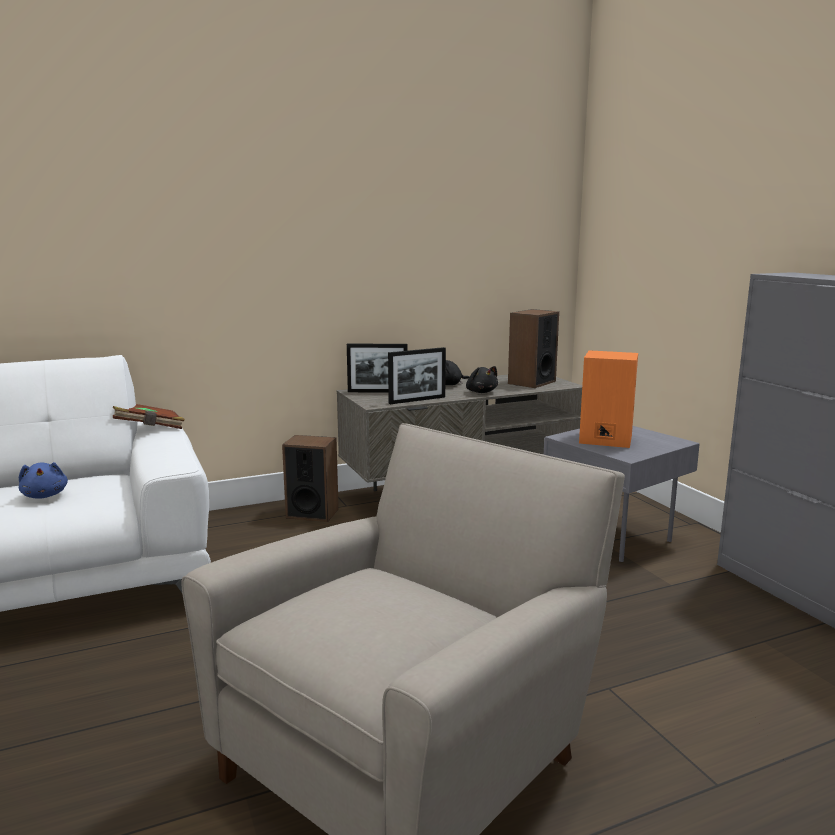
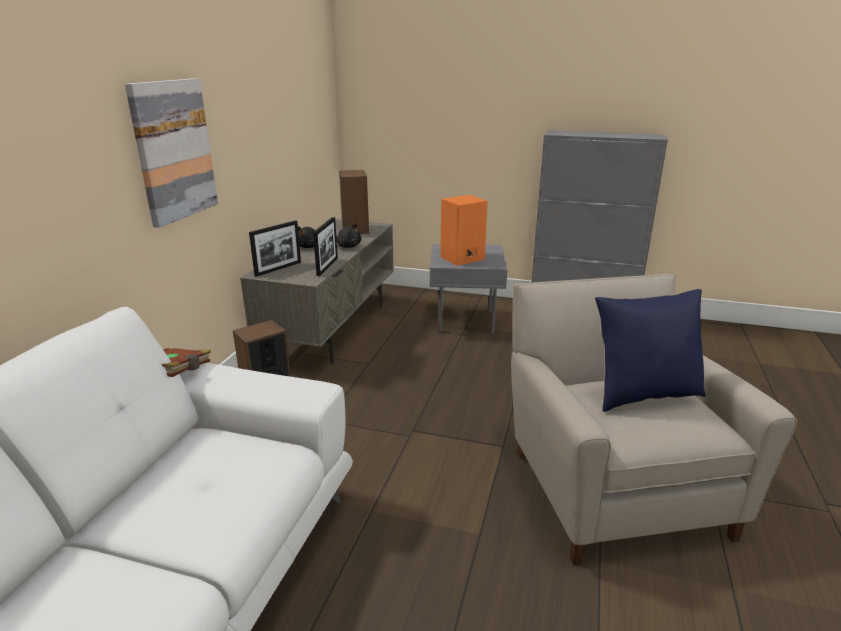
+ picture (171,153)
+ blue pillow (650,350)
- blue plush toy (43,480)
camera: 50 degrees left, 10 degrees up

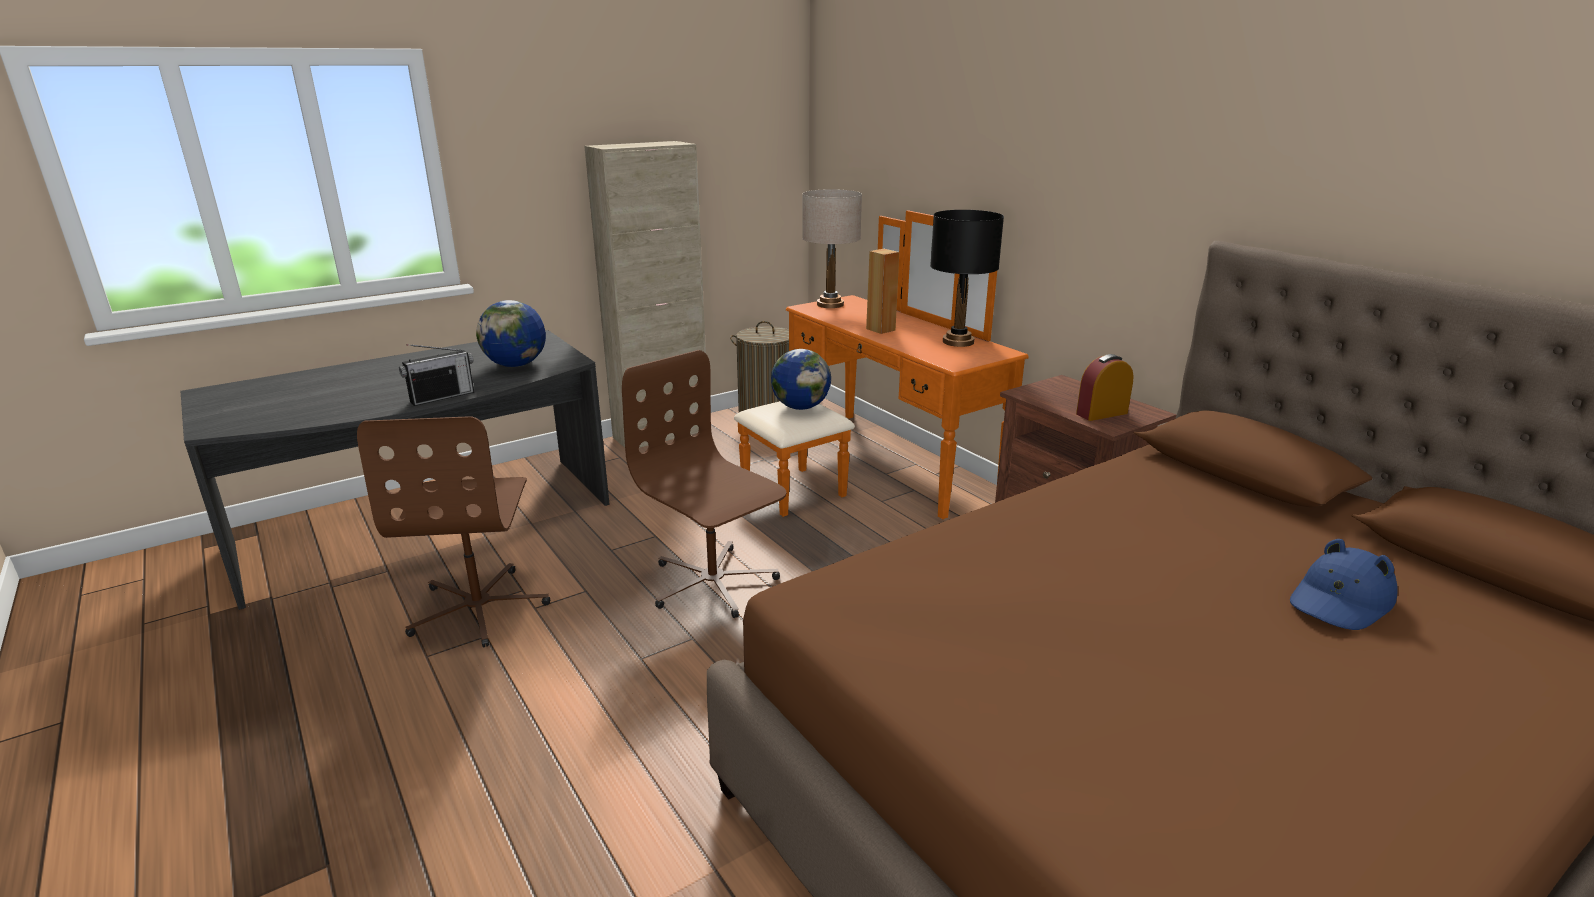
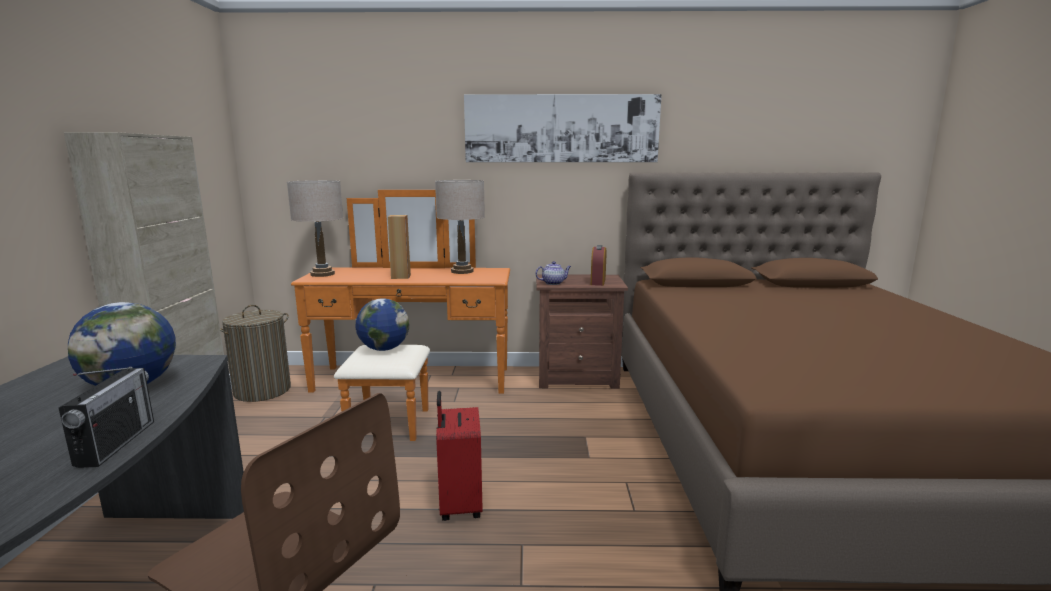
~ black table lamp (967,278) to beige table lamp (460,227)
~ brown office chair (704,484) to red suitcase (459,456)
+ picture (563,128)
+ teapot (553,273)
- blue hat (1344,584)
camera: 55 degrees left, 10 degrees down

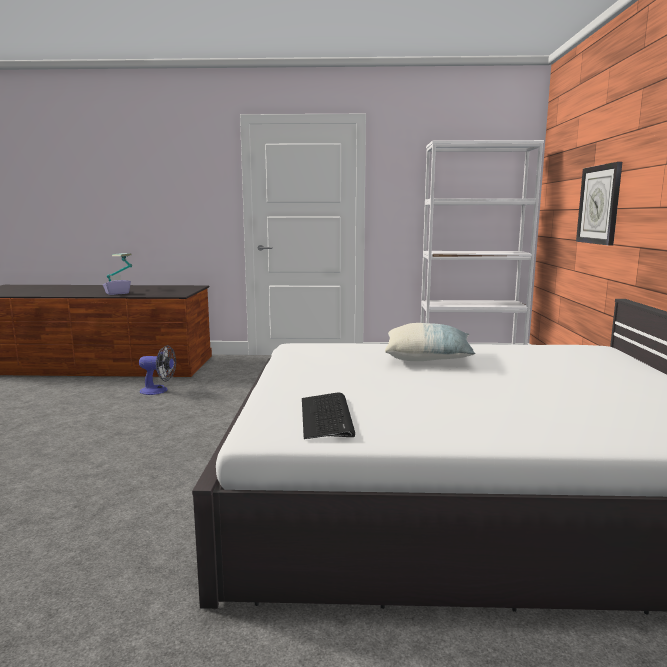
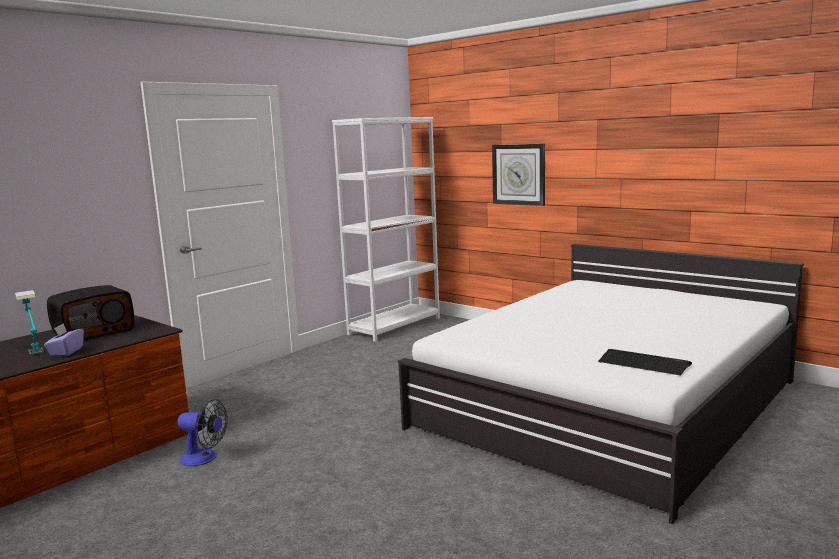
+ radio (90,312)
~ fan (157,370) = (202,432) 60 degrees clockwise
- pillow (430,342)
camera: 50 degrees left, 0 degrees up

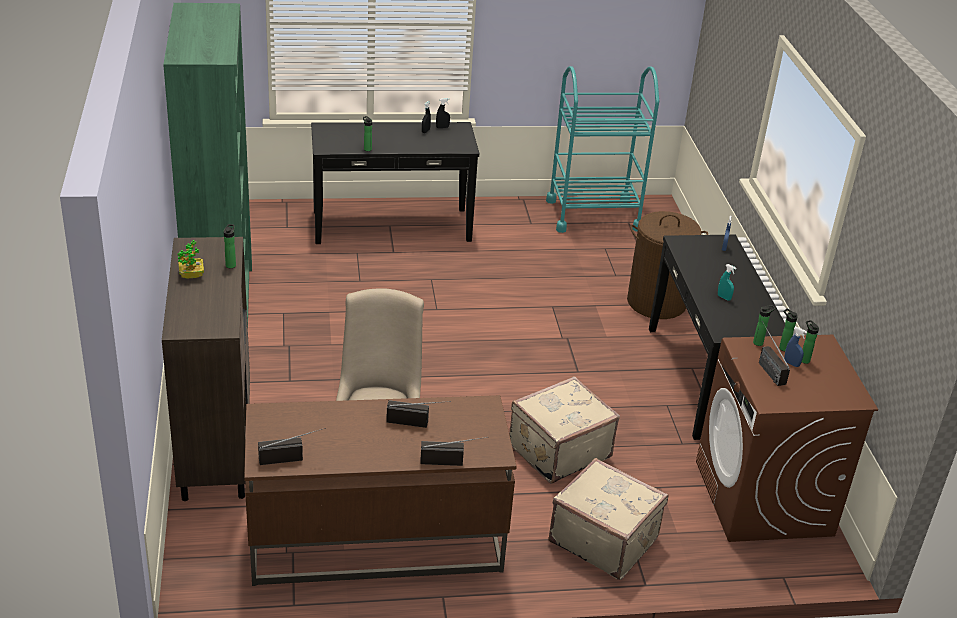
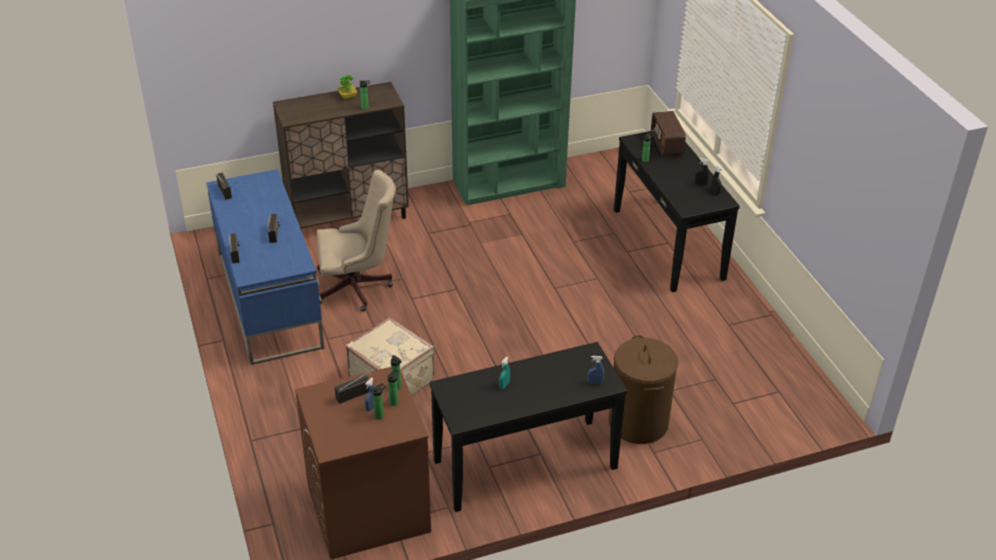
~ brown desk (380,490) to blue desk (265,267)
+ radio (668,133)
- turquoise cart (602,149)
- beige suitcase (608,519)
camera: 80 degrees right, 5 degrees up

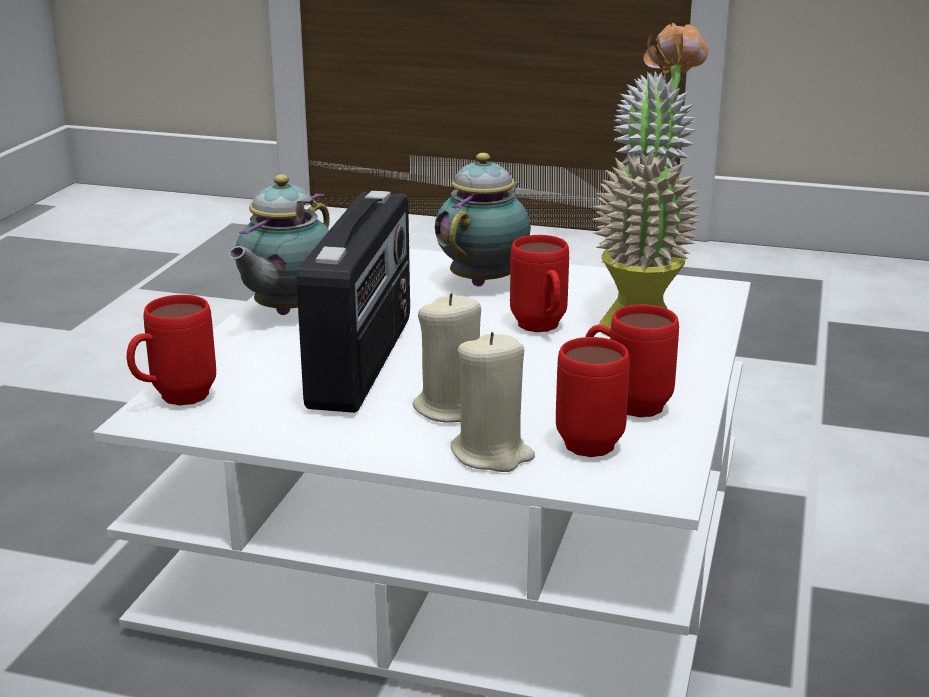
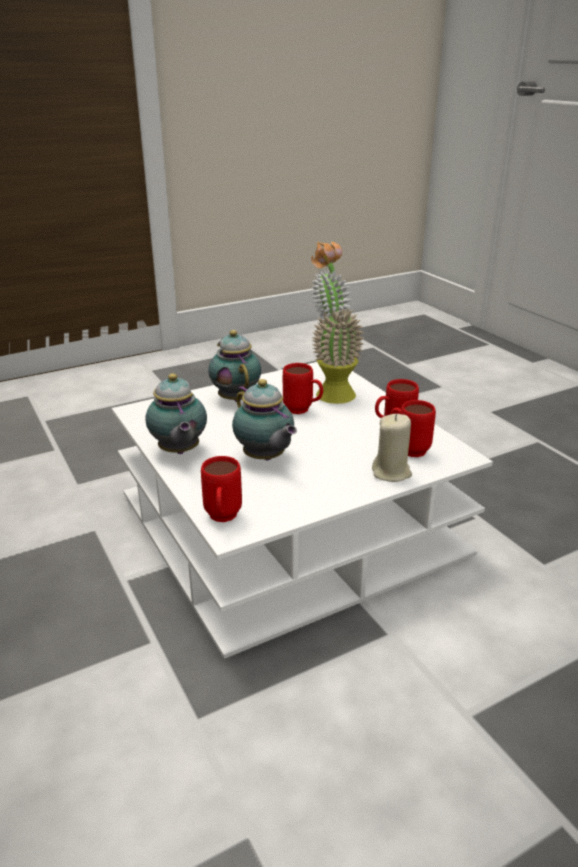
~ radio (353,302) to teapot (264,419)
- beige candle (447,358)
camera: 45 degrees left, 5 degrees up

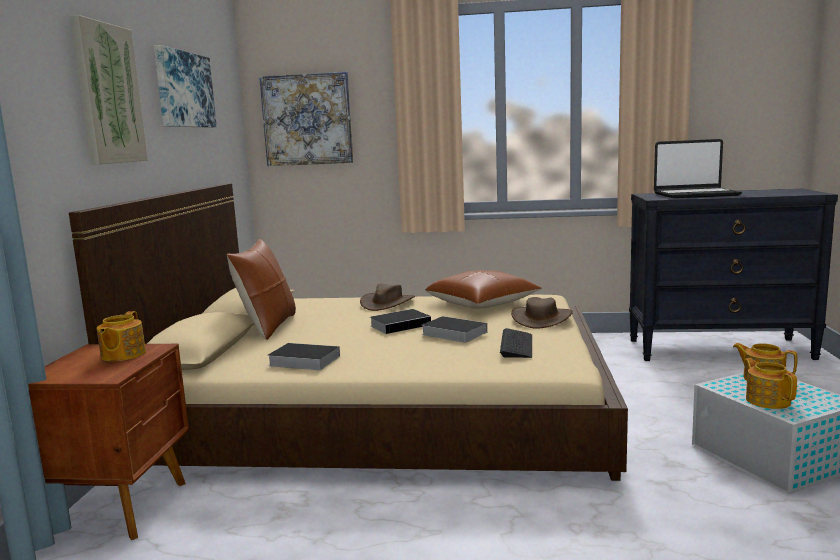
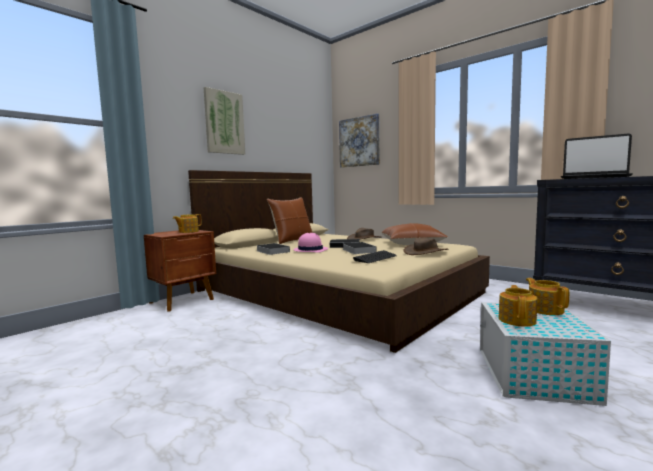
+ pink hat (310,243)
- picture (185,86)
camera: 35 degrees right, 5 degrees down

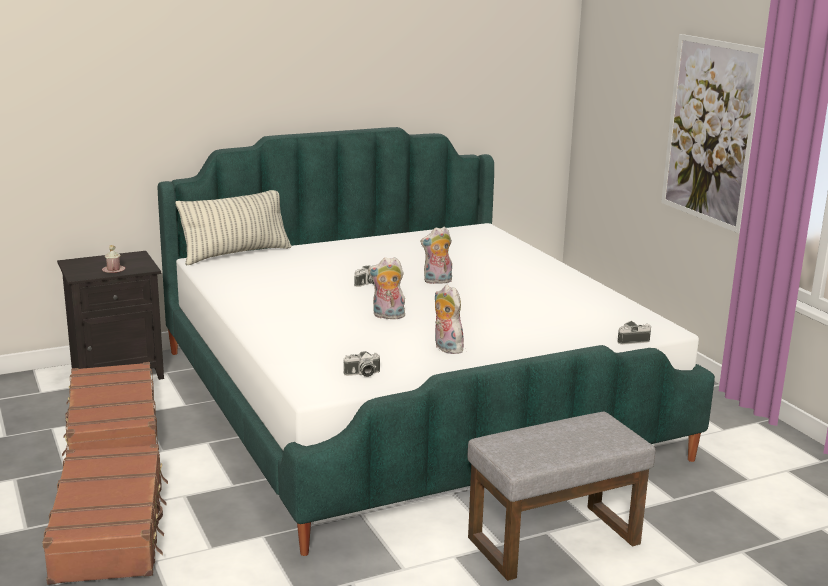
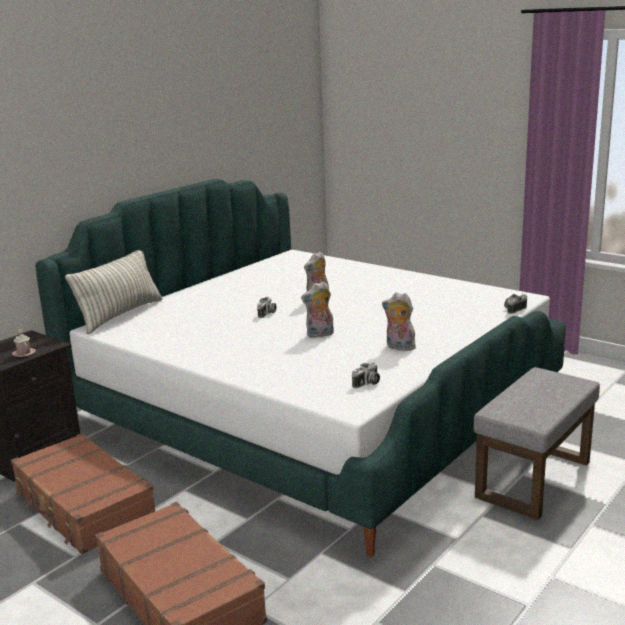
- picture (712,133)
camera: 25 degrees left, 0 degrees up

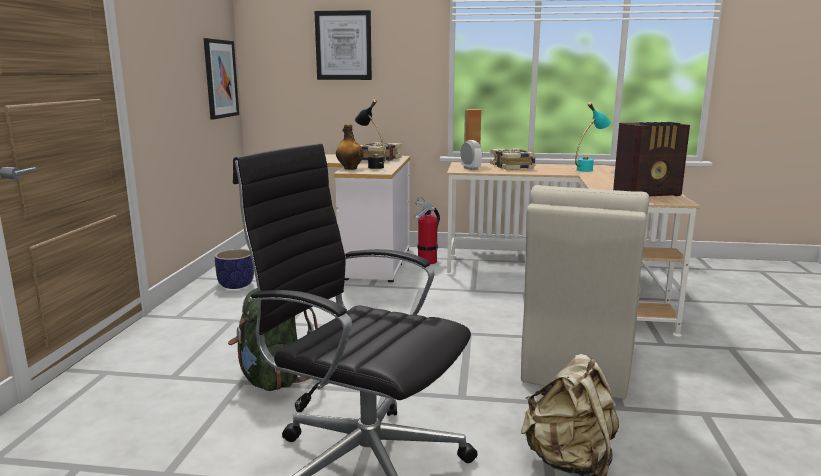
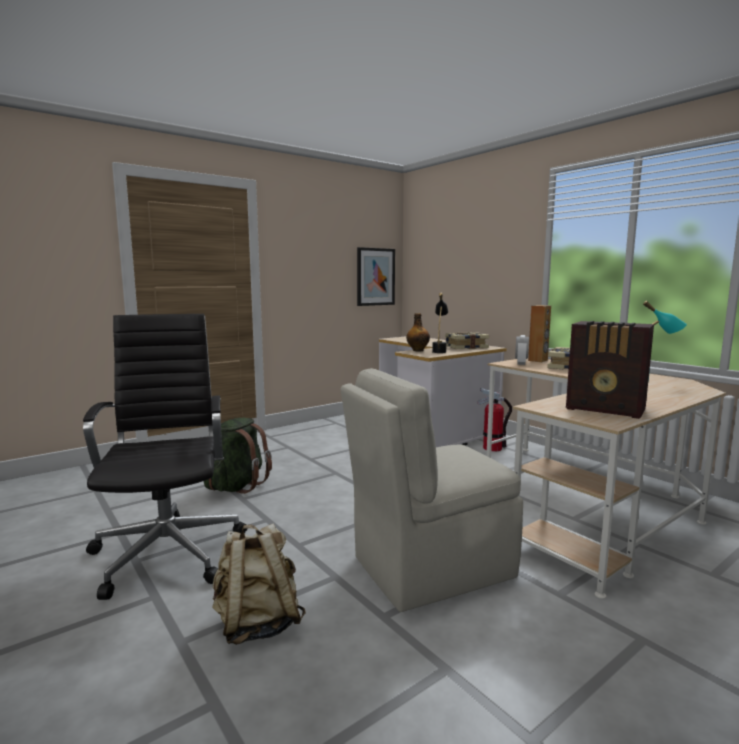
- planter (234,269)
- picture (343,45)
camera: 45 degrees right, 5 degrees down

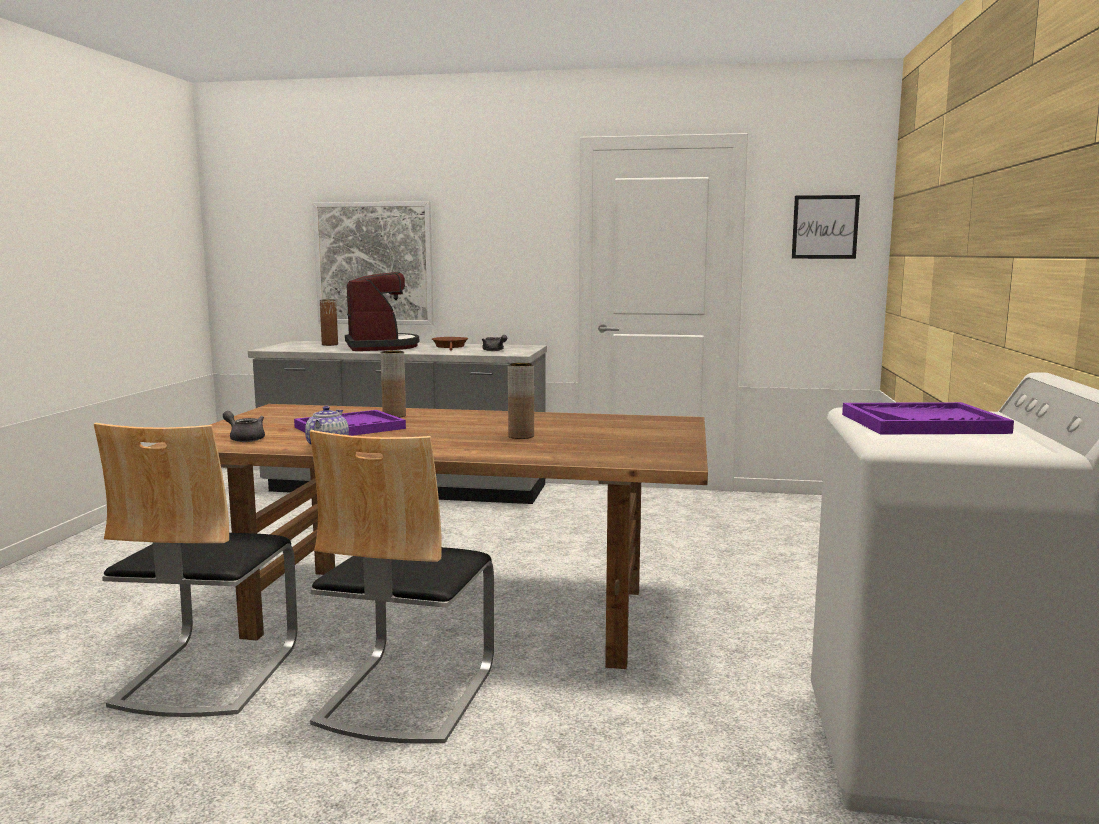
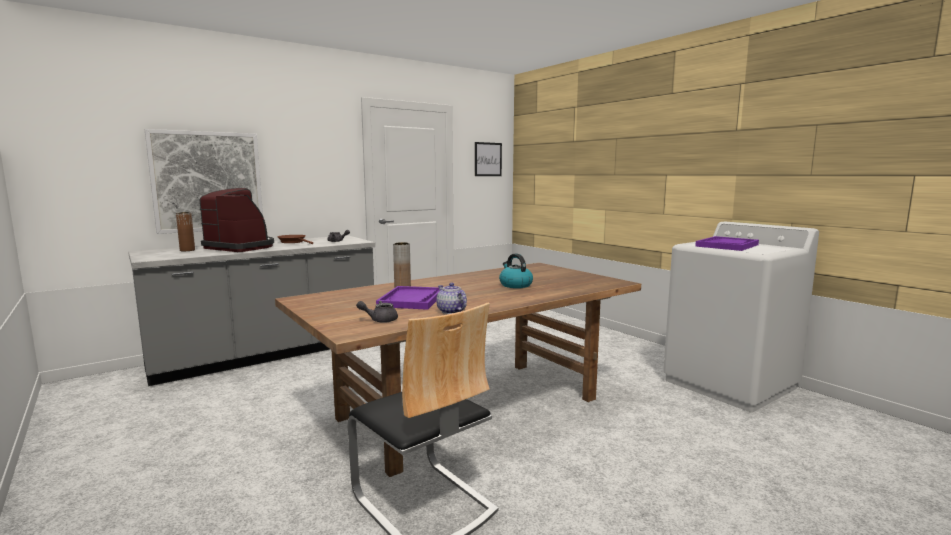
~ brown vase (521,401) to kettle (516,271)
- chair (401,586)
camera: 45 degrees left, 0 degrees up

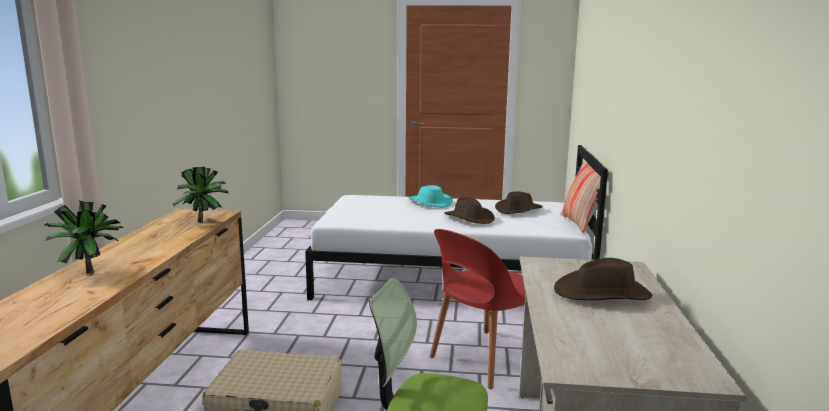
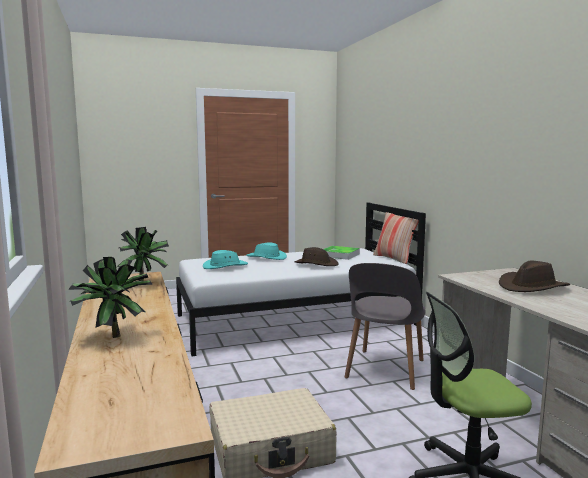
+ turquoise hat (225,259)
~ brown hat (519,202) to tray (341,253)
~ red chair (477,309) to grey chair (385,326)
camera: 25 degrees left, 5 degrees down

